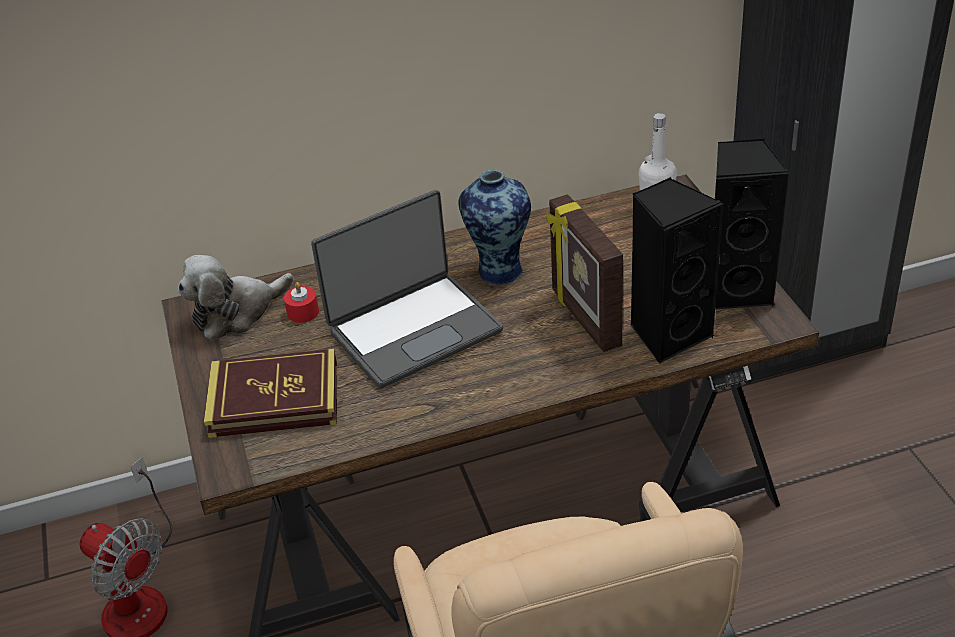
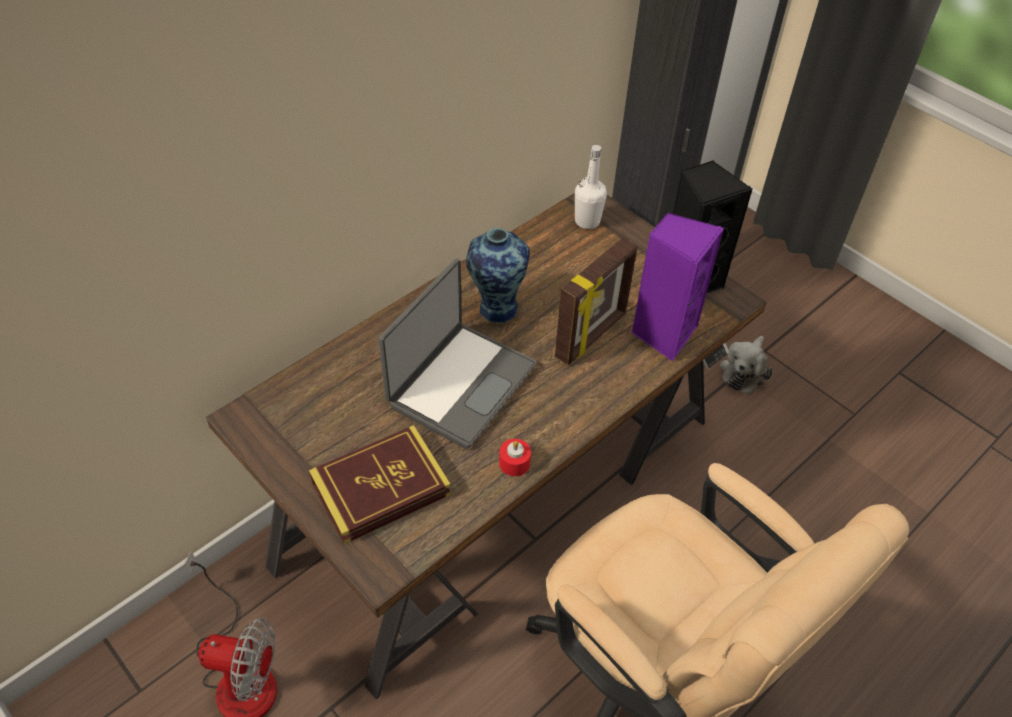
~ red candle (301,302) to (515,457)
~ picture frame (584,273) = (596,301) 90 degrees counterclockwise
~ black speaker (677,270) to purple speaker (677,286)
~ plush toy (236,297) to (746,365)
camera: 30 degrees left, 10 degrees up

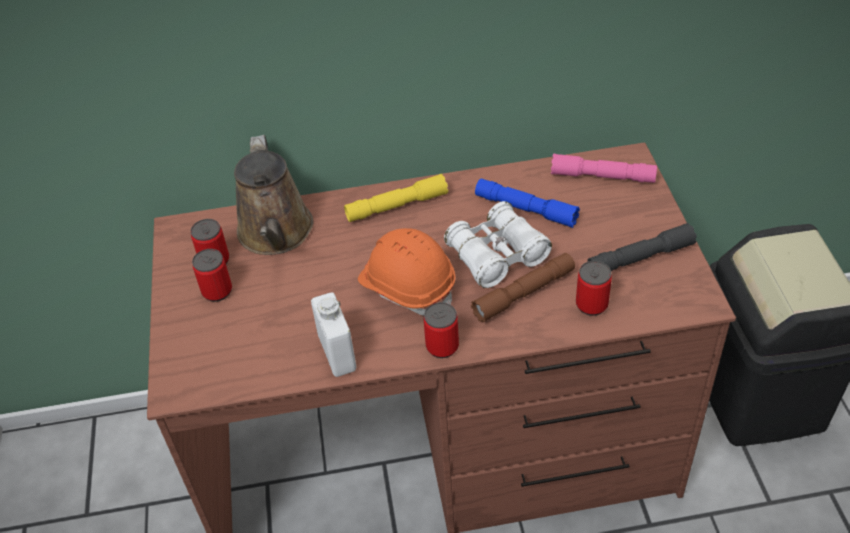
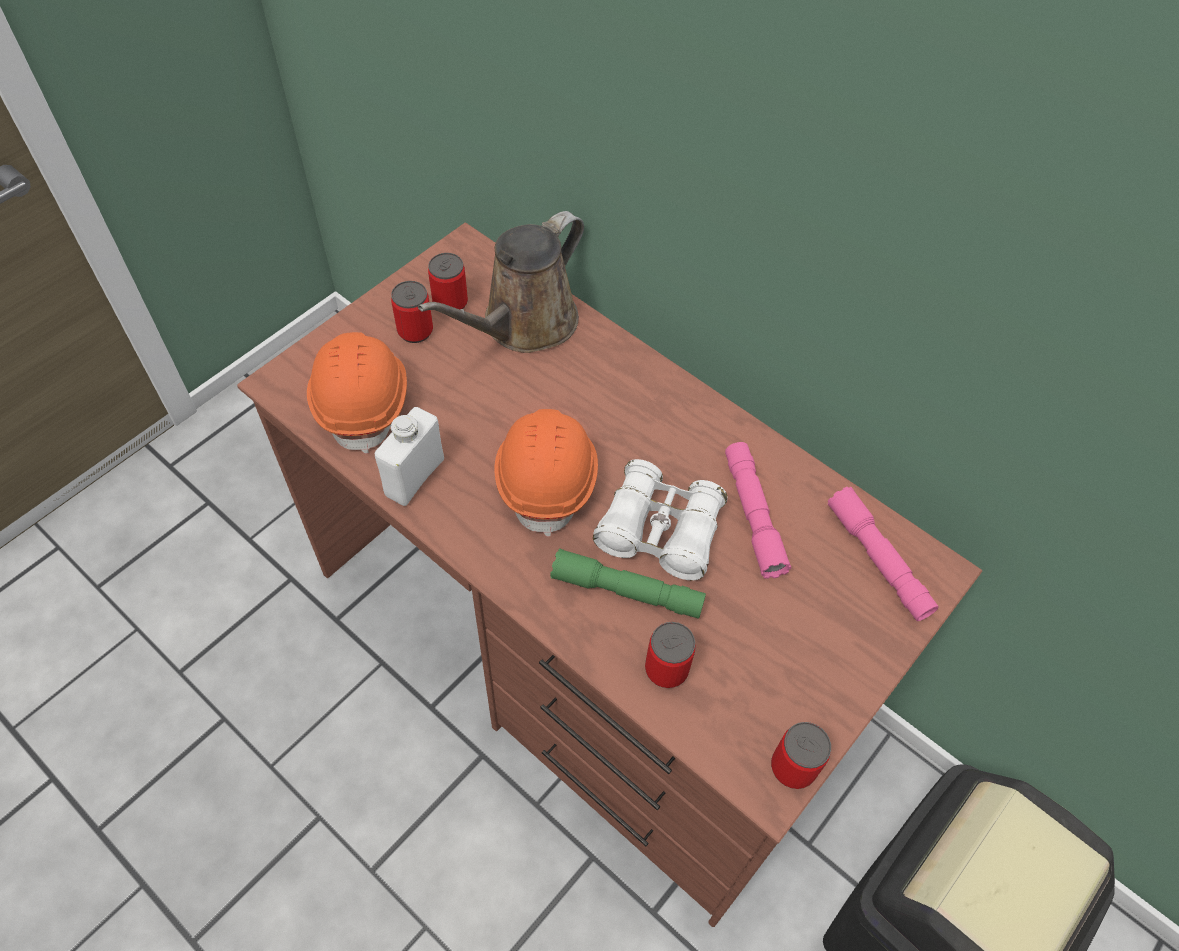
+ orange hard hat (357,393)
~ brown flashlight (523,287) to green flashlight (628,583)
~ blue flashlight (527,203) to pink flashlight (758,510)
~ can (441,330) to (801,755)
- yellow flashlight (396,198)
- grey flashlight (642,247)
camera: 45 degrees right, 10 degrees up

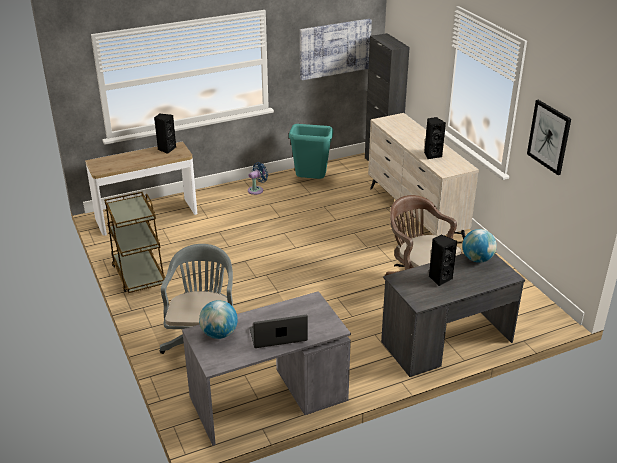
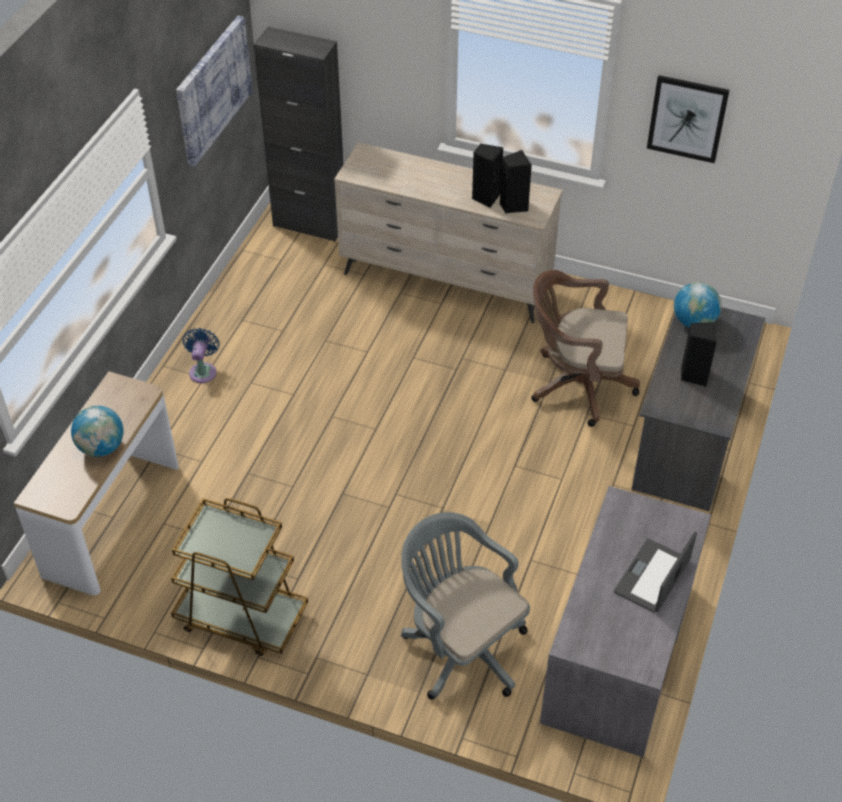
~ globe (218,319) to (97,431)
~ black speaker (165,134) to (516,181)
- turquoise trash can (311,151)
camera: 45 degrees left, 15 degrees up

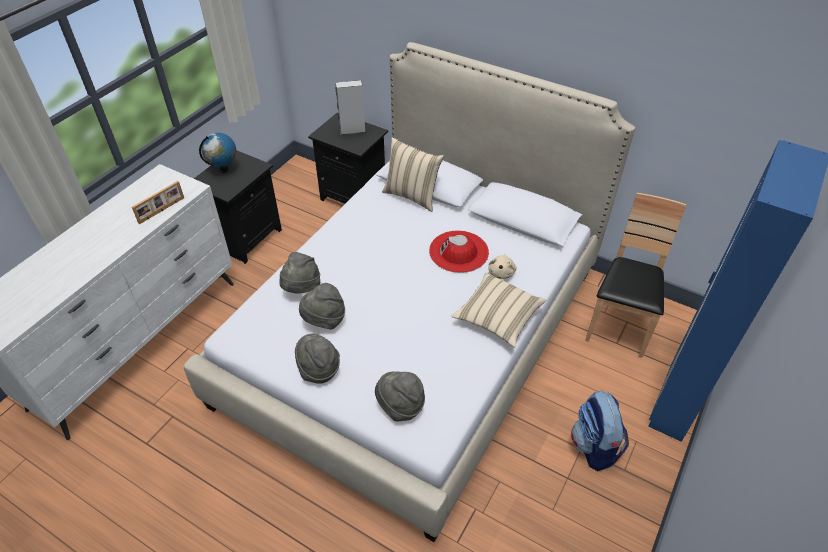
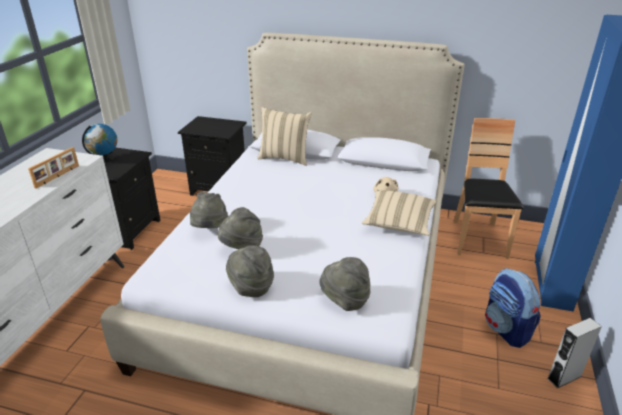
~ grey speaker (350,107) to (574,353)
- red hat (459,252)
camera: 15 degrees left, 15 degrees down

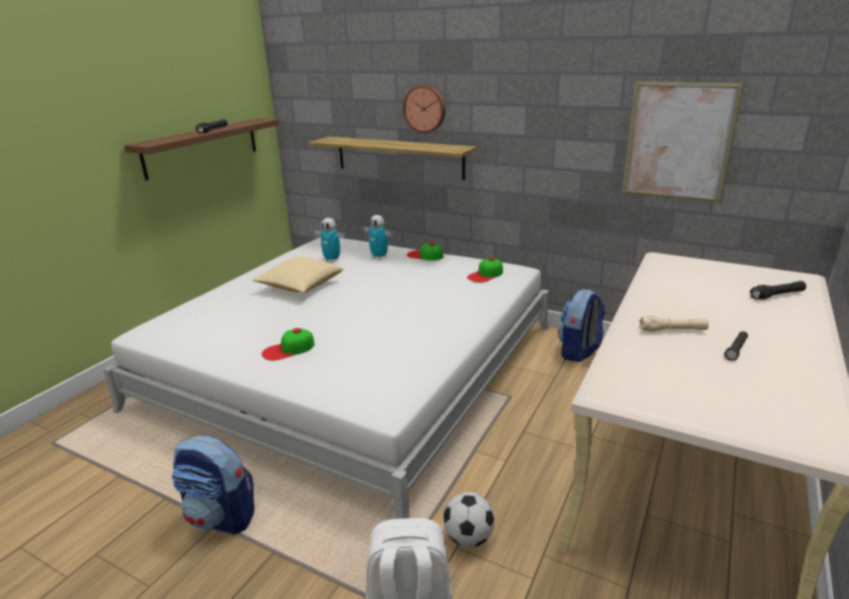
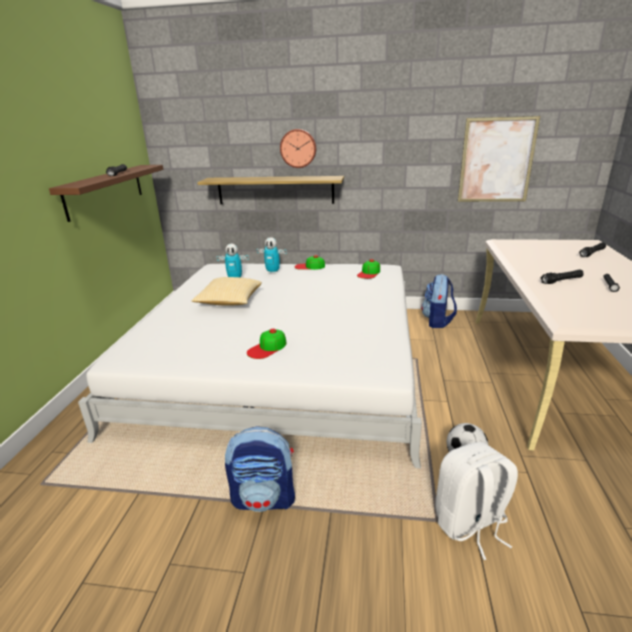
~ beige flashlight (674,324) to black flashlight (562,277)
camera: 20 degrees left, 0 degrees up

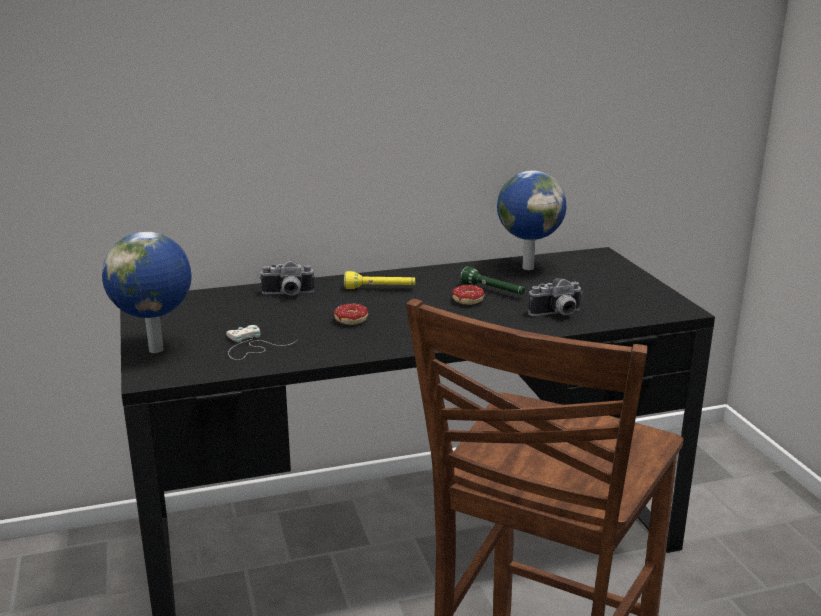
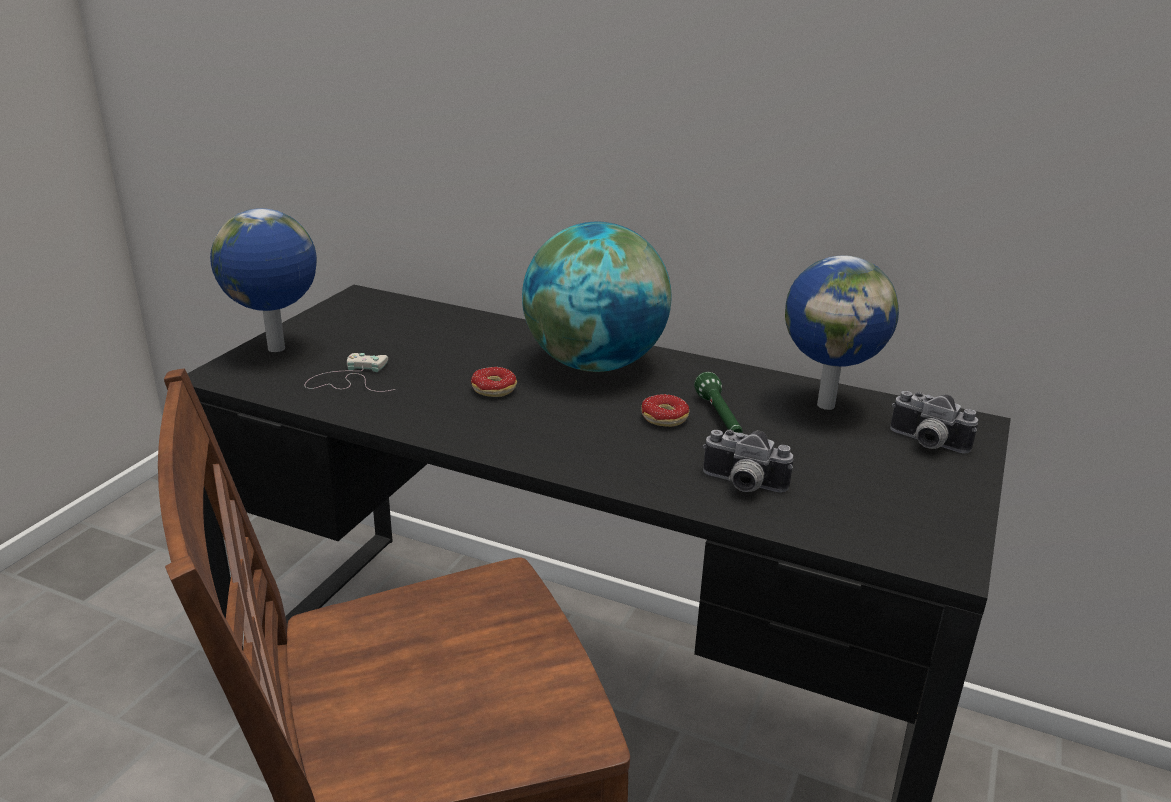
~ yellow flashlight (379,280) to globe (597,297)
~ photo camera (287,277) to (934,422)
camera: 40 degrees right, 5 degrees up

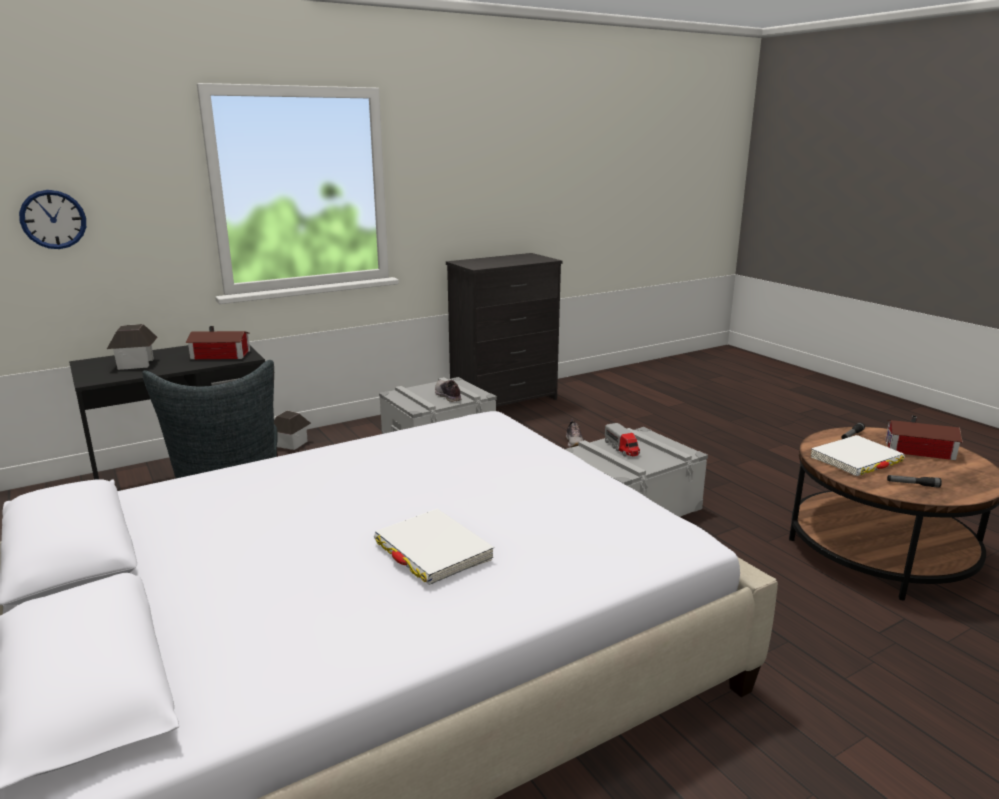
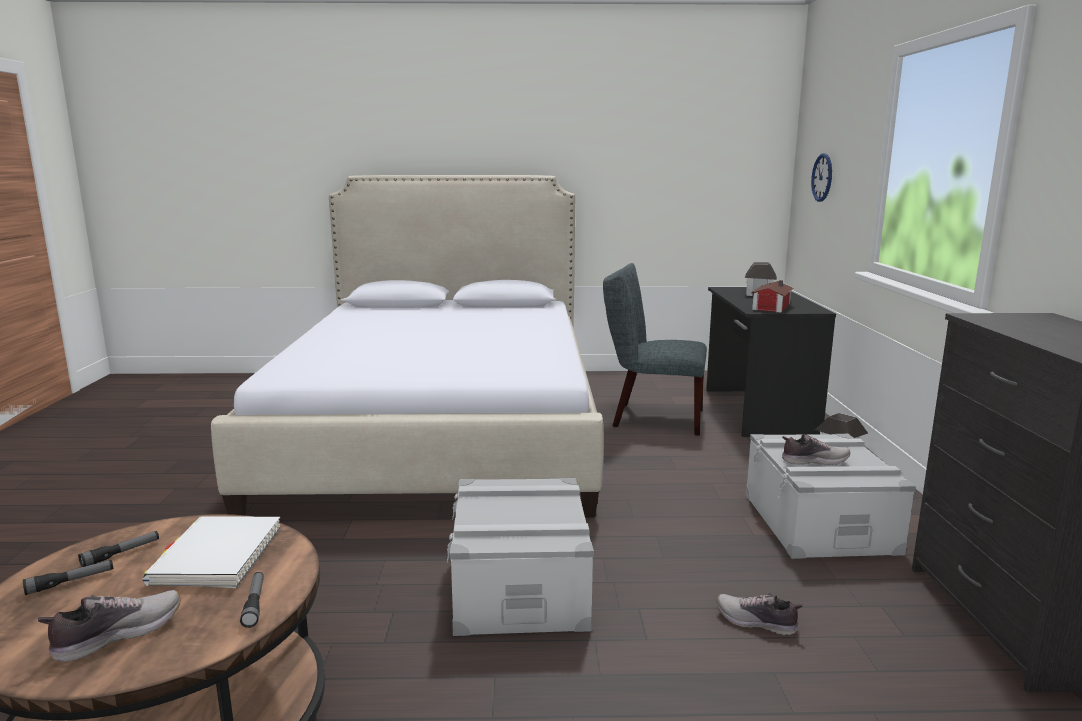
+ flashlight (68,577)
~ toy house (924,438) to shoe (109,626)
- white book (434,547)
- toy truck (622,439)
camera: 120 degrees right, 5 degrees down

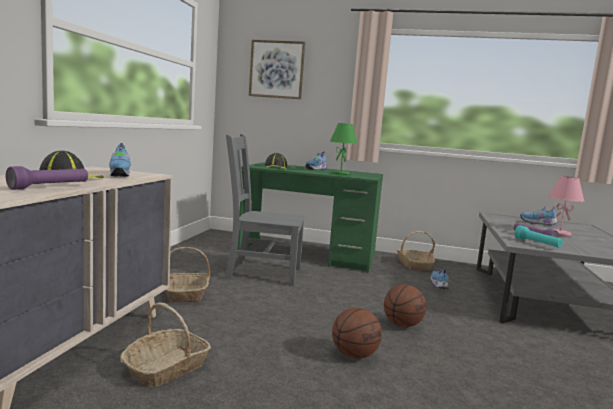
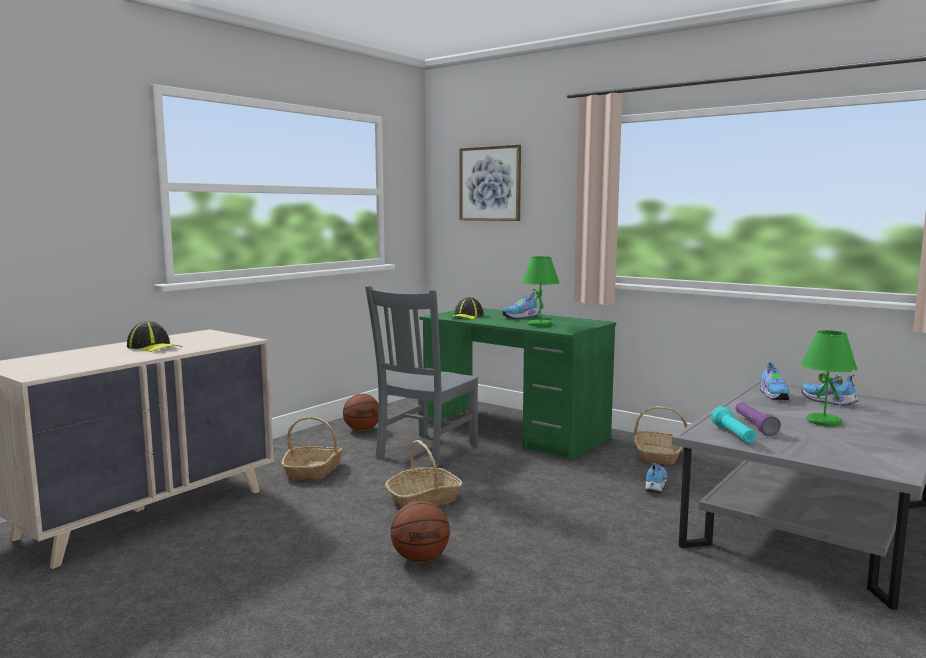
~ basketball (405,305) to (361,412)
~ grey chair (265,210) = (421,377) 90 degrees counterclockwise
~ basket (165,344) to (424,474)
~ shoe (120,160) to (775,381)
~ pink table lamp (566,206) to green table lamp (829,378)
- purple flashlight (47,178)
camera: 25 degrees right, 0 degrees up

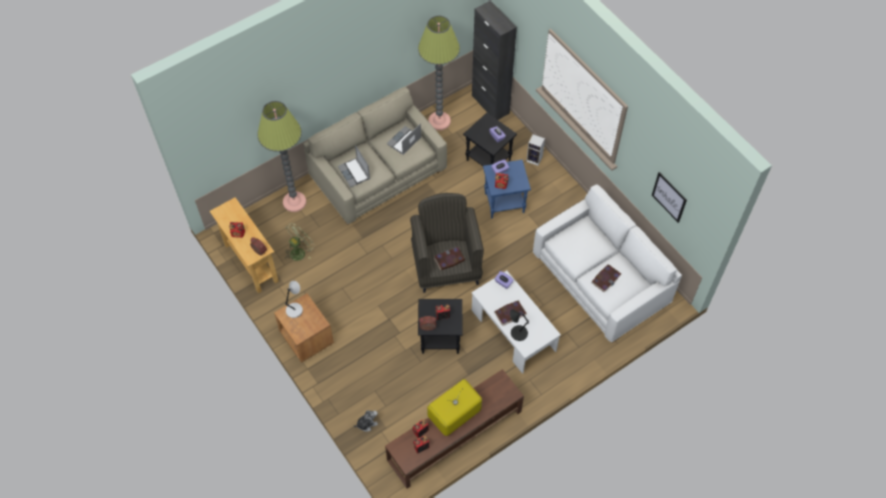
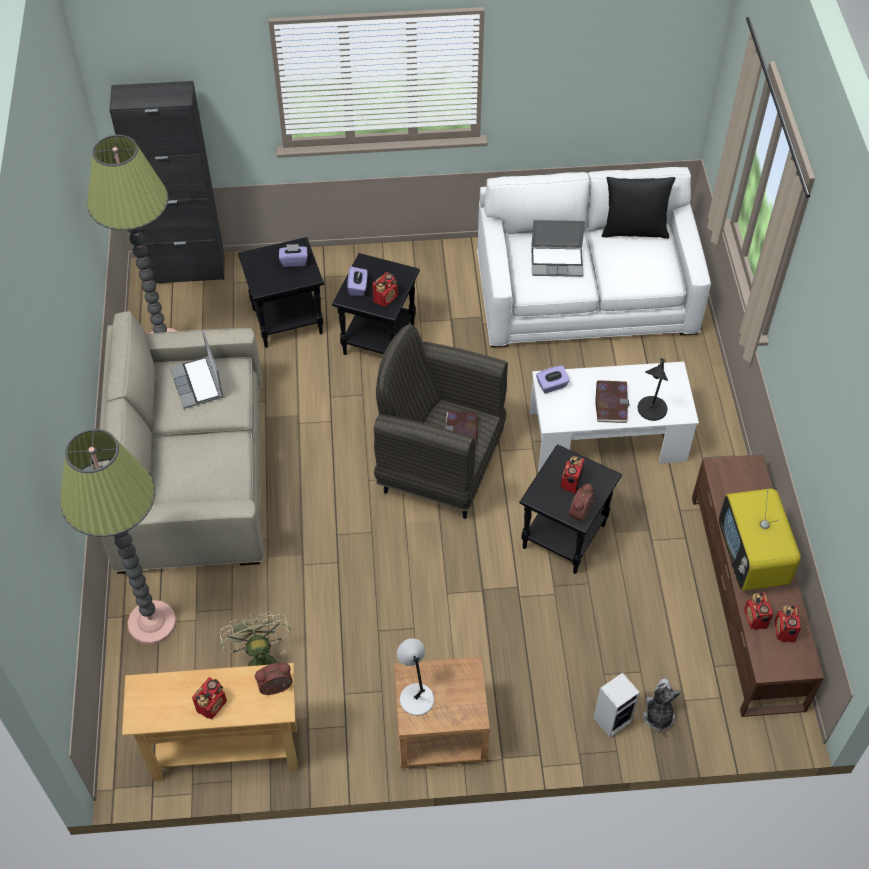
~ blue side table (507,189) to black side table (376,304)
~ laptop (354,166) to (558,248)
~ speaker (535,150) to (616,705)
+ black pillow (638,208)
- book (606,278)
- picture (669,197)
camera: 60 degrees left, 5 degrees down

